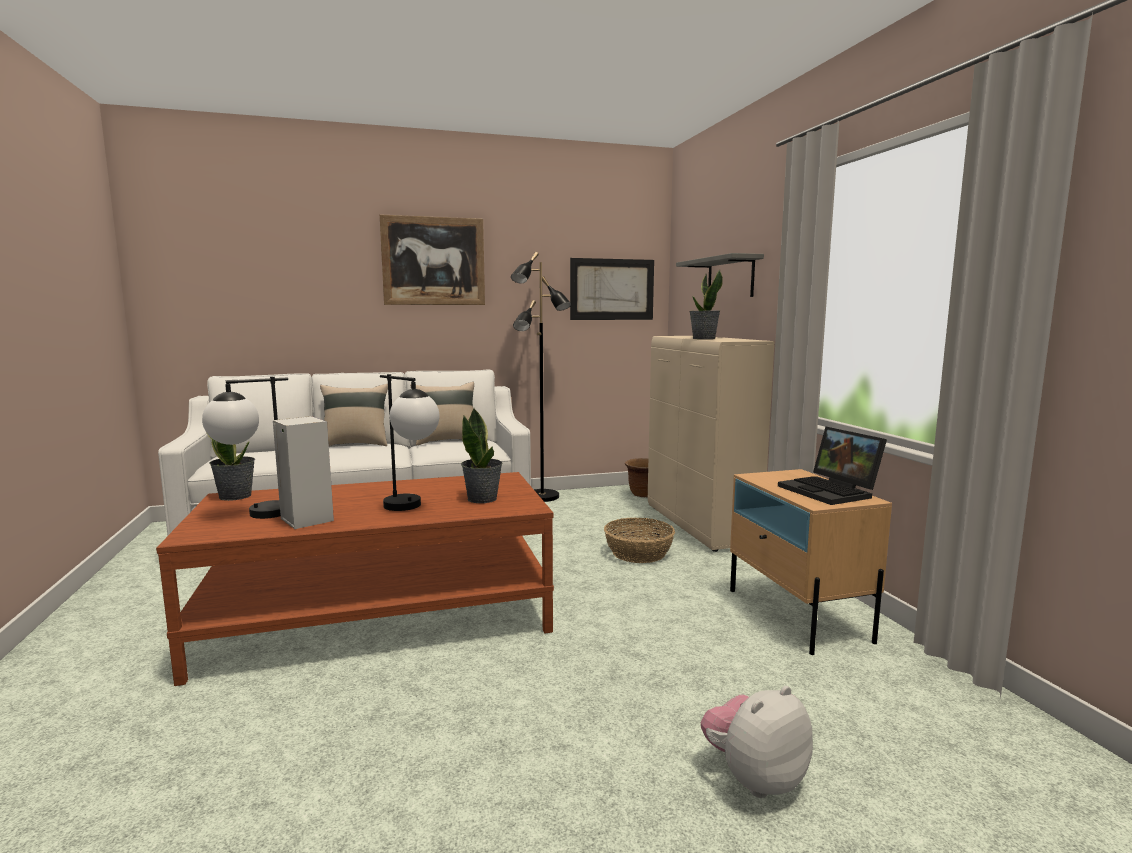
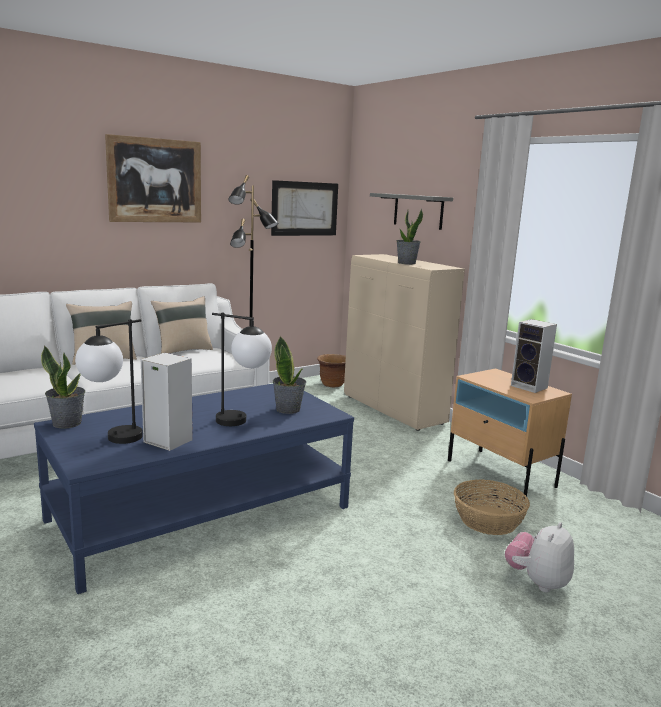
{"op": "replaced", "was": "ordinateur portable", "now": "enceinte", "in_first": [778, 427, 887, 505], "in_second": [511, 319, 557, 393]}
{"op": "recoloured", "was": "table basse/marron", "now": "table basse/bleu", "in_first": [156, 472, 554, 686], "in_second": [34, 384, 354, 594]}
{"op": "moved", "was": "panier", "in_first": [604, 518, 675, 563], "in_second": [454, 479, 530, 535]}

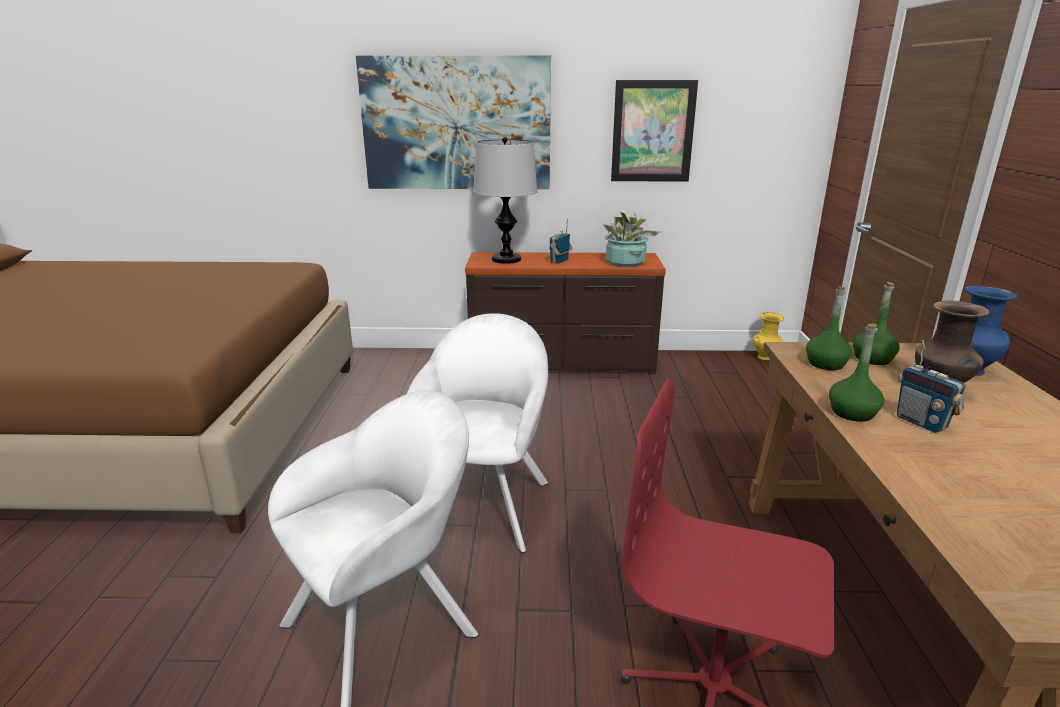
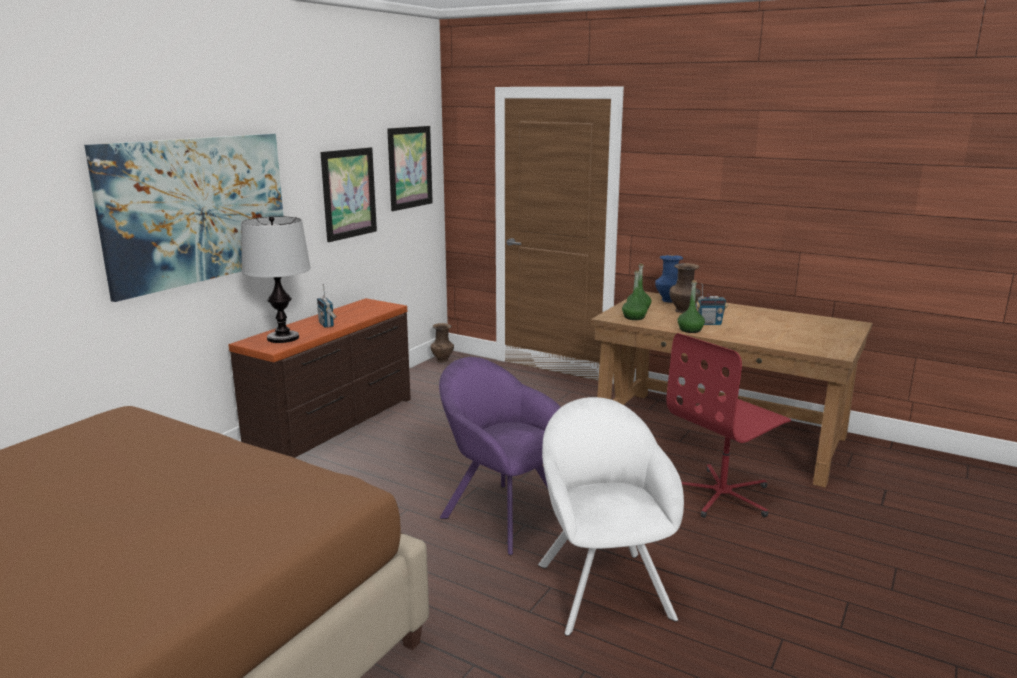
{"op": "removed", "was": "plante en pot", "in_first": [603, 212, 661, 267]}
{"op": "recoloured", "was": "vase/jaune", "now": "vase/marron", "in_first": [753, 312, 784, 360], "in_second": [430, 323, 454, 363]}
{"op": "recoloured", "was": "fauteuil/blanc", "now": "fauteuil/violet", "in_first": [407, 313, 548, 553], "in_second": [439, 357, 561, 555]}
{"op": "added", "now": "tableau", "in_second": [387, 126, 433, 211]}

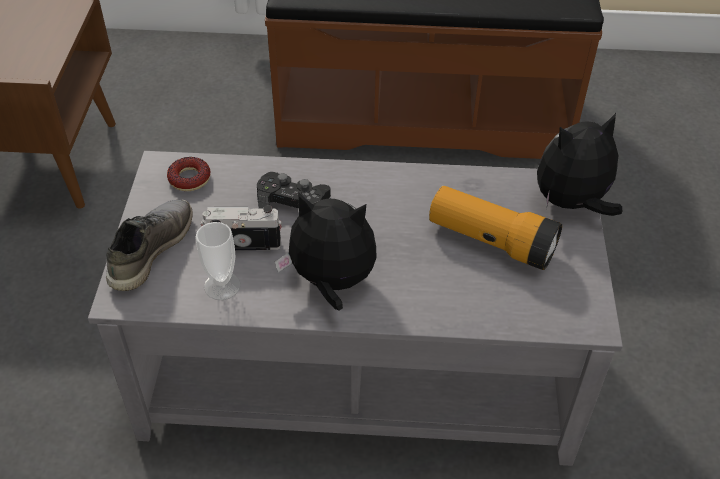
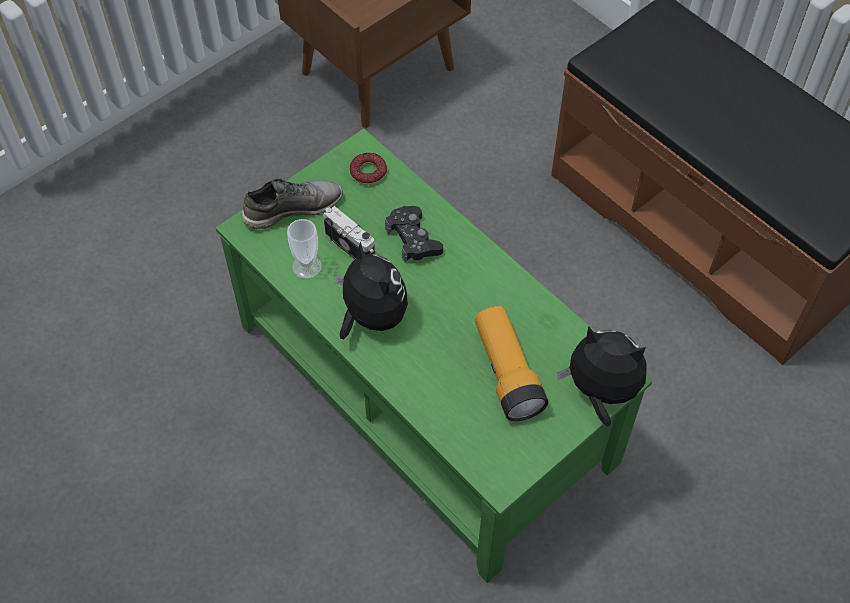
{"op": "recoloured", "was": "table basse/gris", "now": "table basse/vert", "in_first": [88, 151, 623, 466], "in_second": [216, 128, 652, 583]}

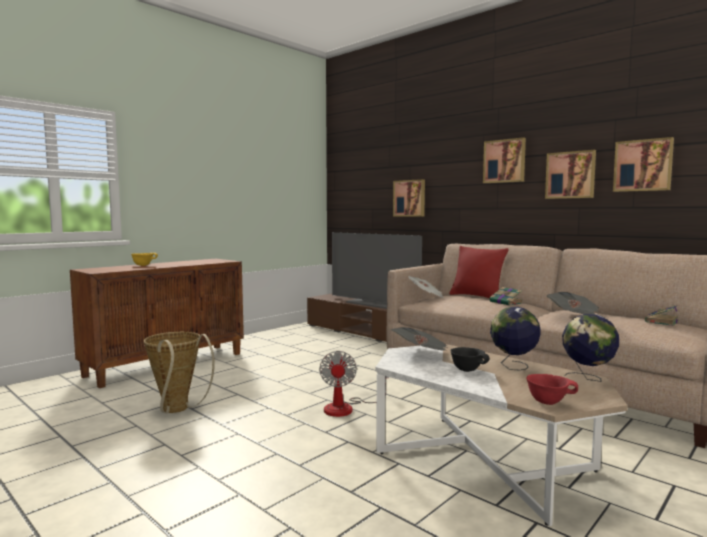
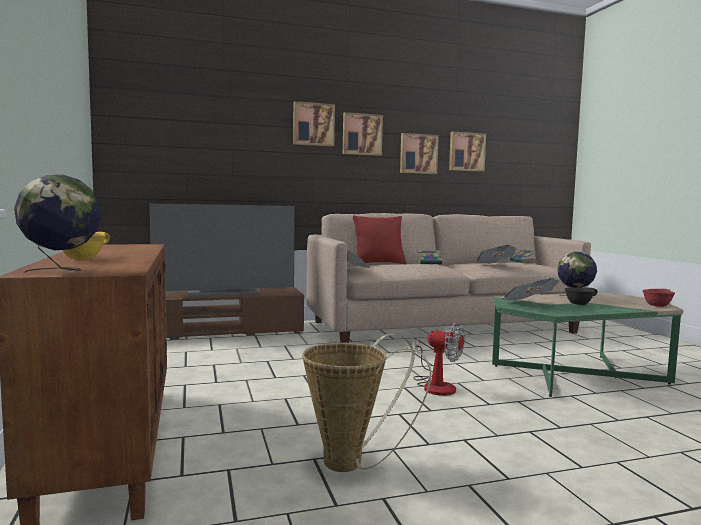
{"op": "moved", "was": "tableau", "in_first": [393, 179, 425, 217], "in_second": [293, 101, 335, 147]}
{"op": "moved", "was": "globe", "in_first": [562, 314, 619, 382], "in_second": [14, 175, 101, 273]}
{"op": "recoloured", "was": "table basse/blanc", "now": "table basse/vert", "in_first": [376, 344, 628, 526], "in_second": [492, 293, 684, 397]}

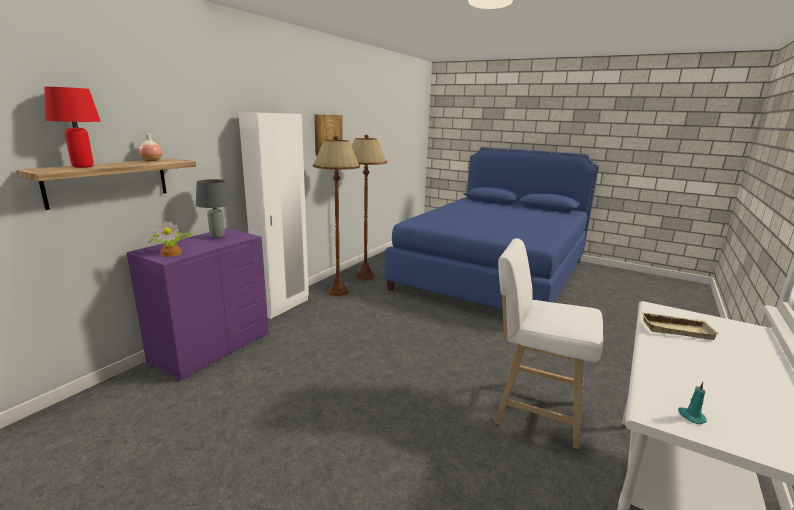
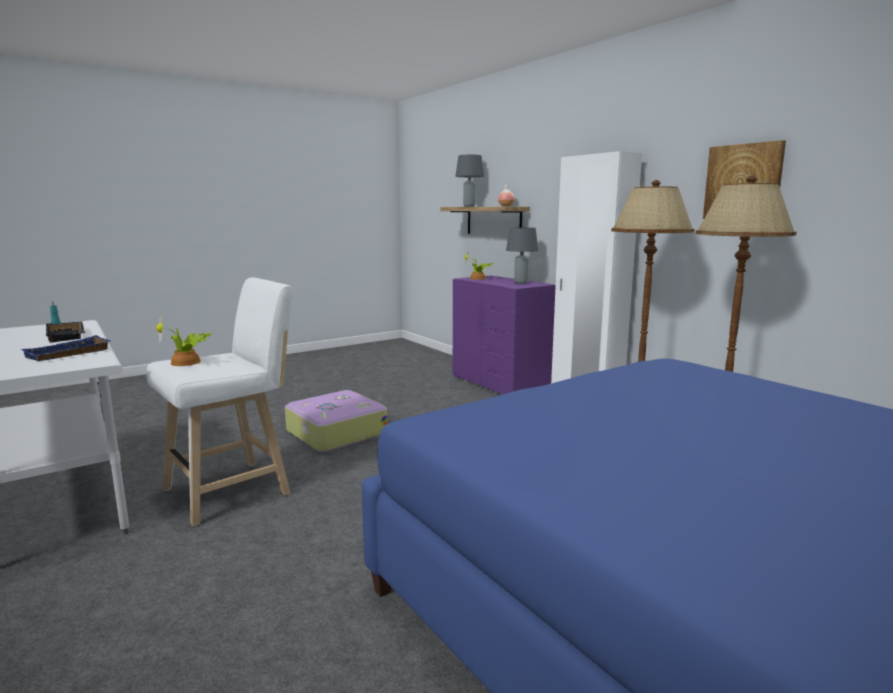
{"op": "recoloured", "was": "lampe de table/rouge", "now": "lampe de table/gris", "in_first": [44, 87, 101, 168], "in_second": [455, 155, 484, 207]}
{"op": "recoloured", "was": "plateau/beige", "now": "plateau/bleu", "in_first": [641, 312, 719, 340], "in_second": [21, 335, 111, 361]}
{"op": "added", "now": "plante en pot", "in_second": [156, 315, 212, 366]}
{"op": "added", "now": "plateau/noir", "in_second": [46, 321, 85, 343]}
{"op": "added", "now": "valise", "in_second": [285, 390, 387, 452]}

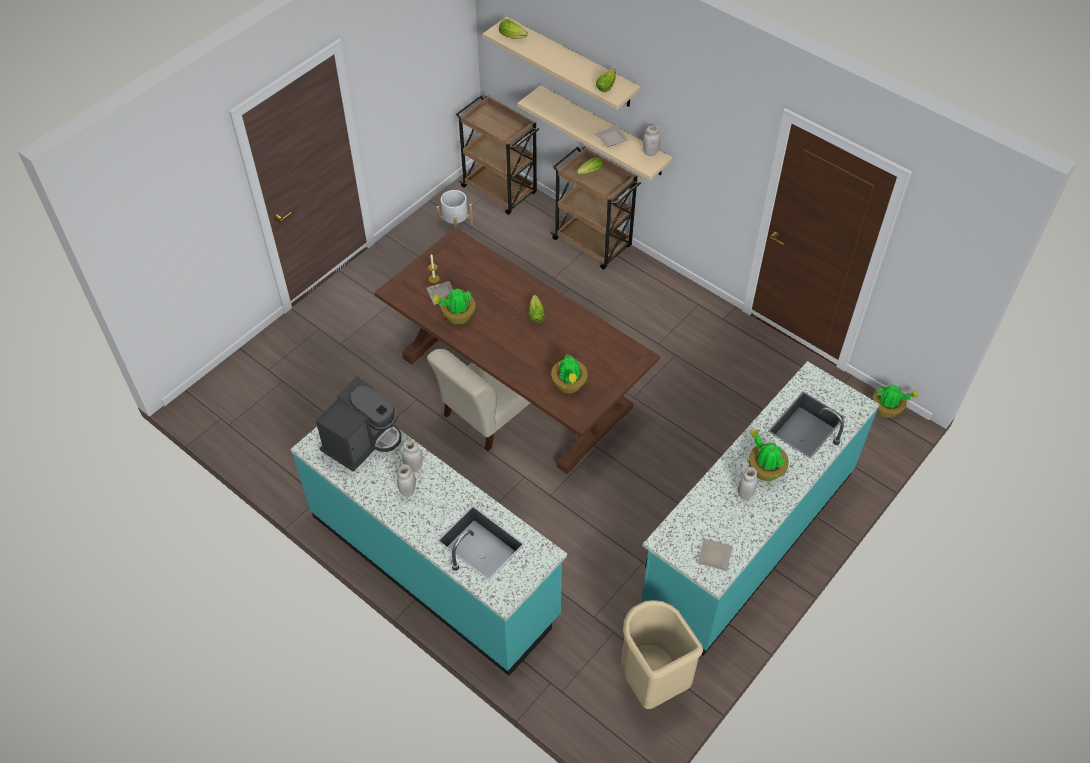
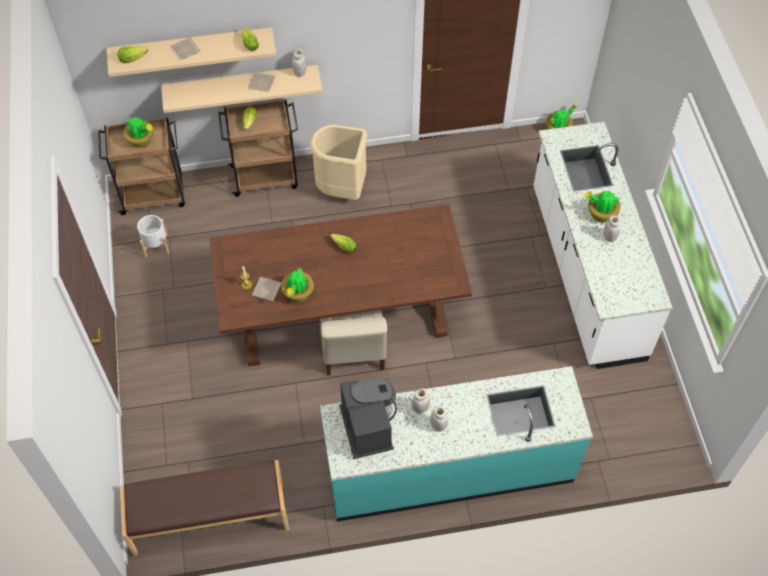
{"op": "moved", "was": "plante en pot", "in_first": [551, 354, 588, 393], "in_second": [123, 116, 154, 148]}
{"op": "recoloured", "was": "comptoir de cuisine/turquoise", "now": "comptoir de cuisine/blanc", "in_first": [641, 361, 880, 656], "in_second": [533, 122, 673, 369]}
{"op": "moved", "was": "assiette", "in_first": [698, 539, 733, 571], "in_second": [170, 37, 201, 60]}
{"op": "moved", "was": "poubelle/beige", "in_first": [621, 600, 703, 709], "in_second": [310, 125, 367, 200]}
{"op": "added", "now": "banc/marron", "in_second": [120, 460, 289, 556]}

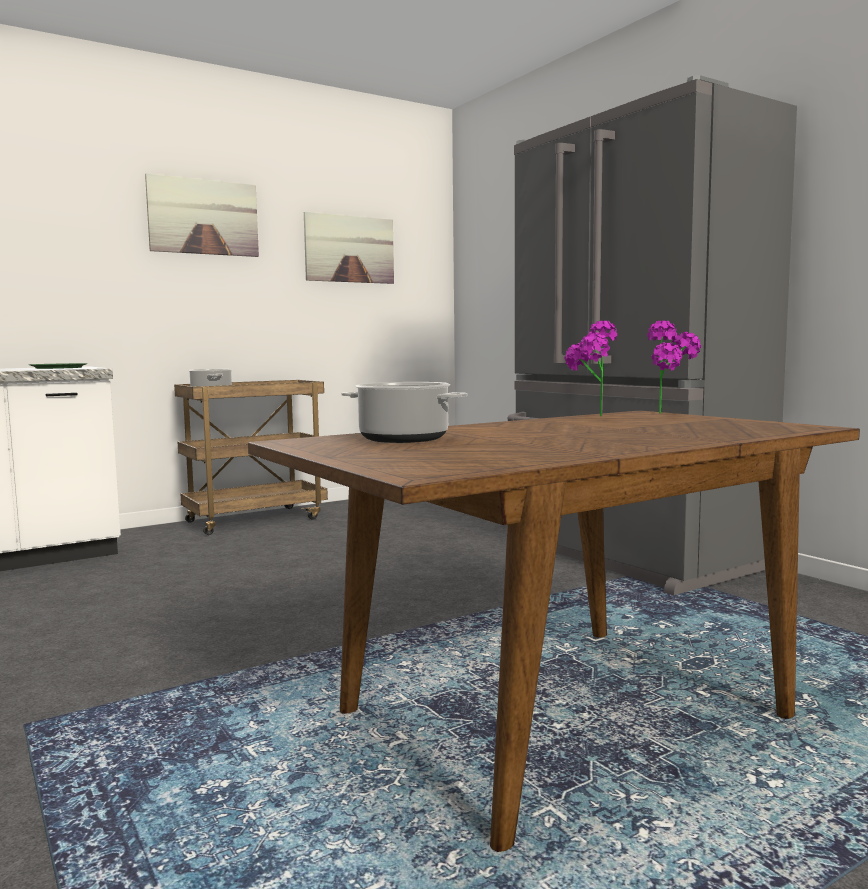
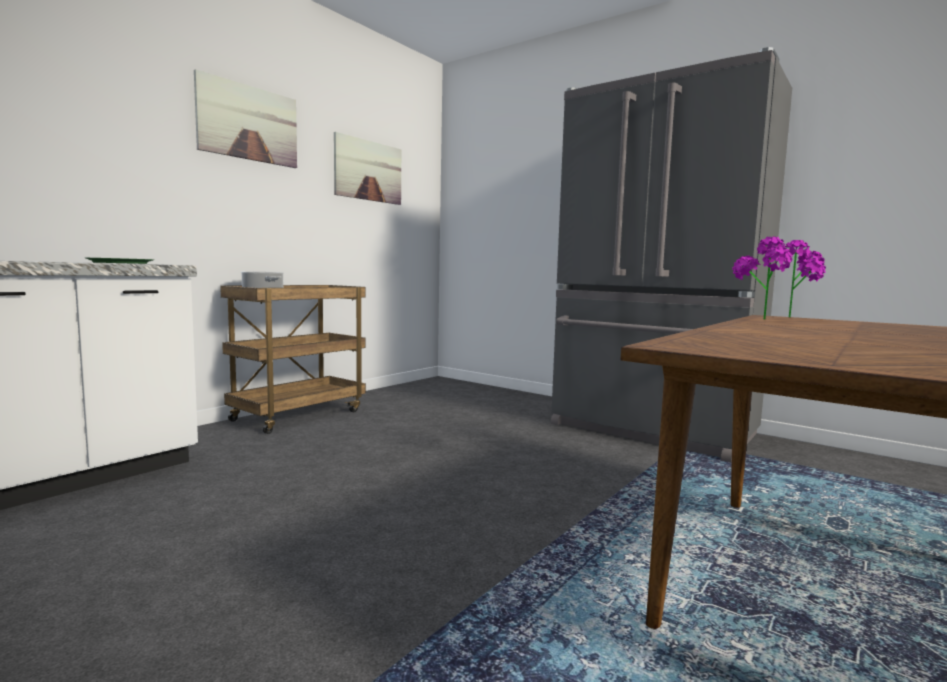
{"op": "removed", "was": "marmite", "in_first": [341, 382, 467, 443]}

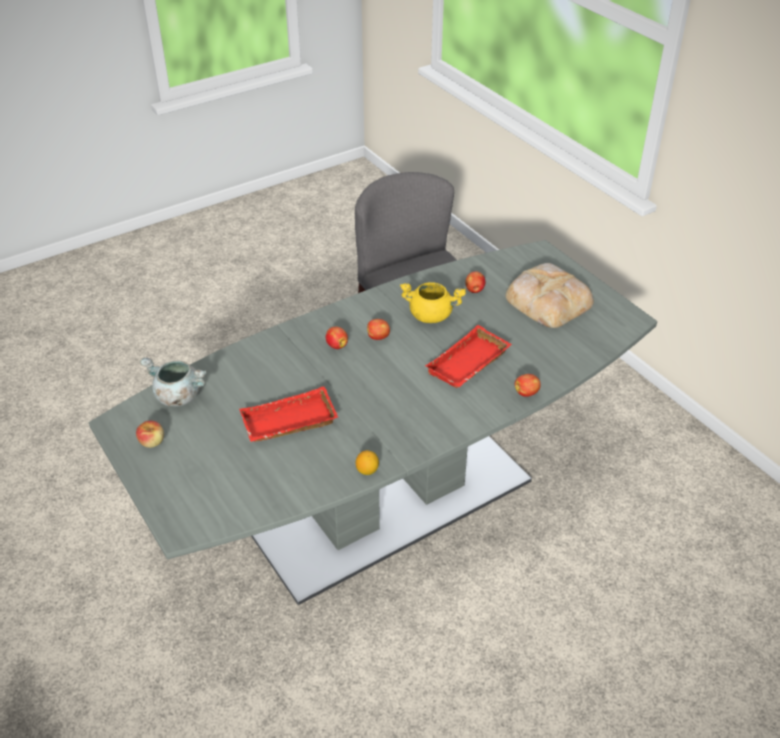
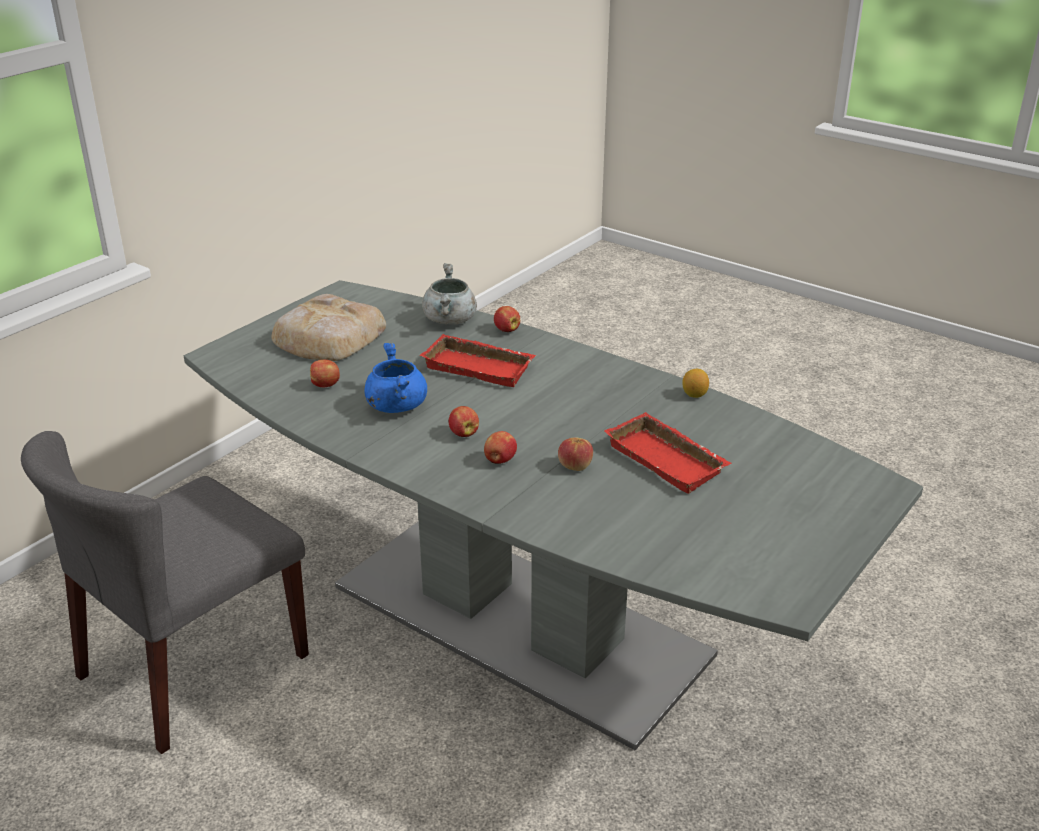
{"op": "recoloured", "was": "marmite/jaune", "now": "marmite/bleu", "in_first": [400, 282, 466, 323], "in_second": [364, 343, 427, 413]}
{"op": "moved", "was": "marmite/gris", "in_first": [140, 358, 207, 407], "in_second": [422, 263, 477, 324]}
{"op": "moved", "was": "pomme", "in_first": [136, 421, 164, 448], "in_second": [558, 437, 593, 471]}

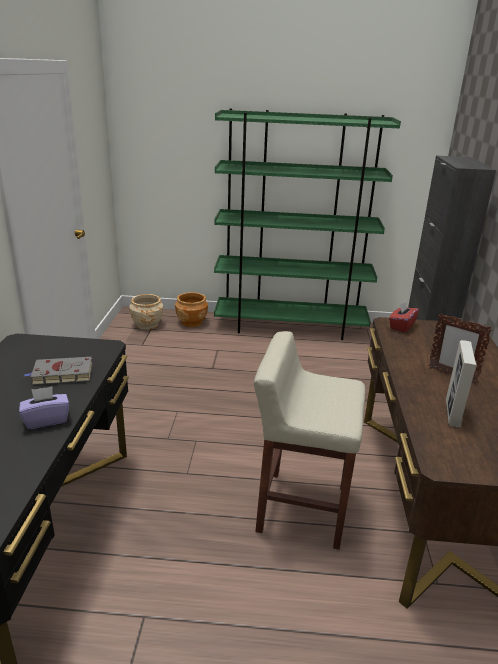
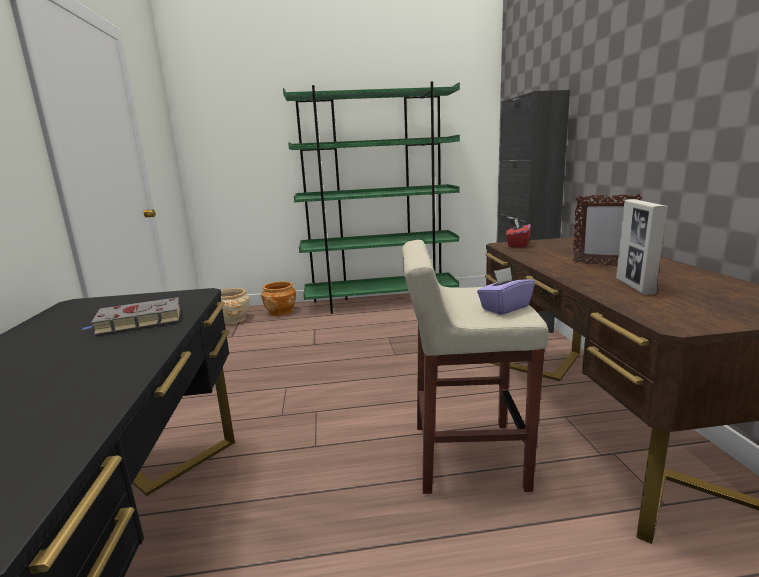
{"op": "moved", "was": "boîte à mouchoirs/violet", "in_first": [19, 387, 69, 429], "in_second": [477, 267, 535, 315]}

